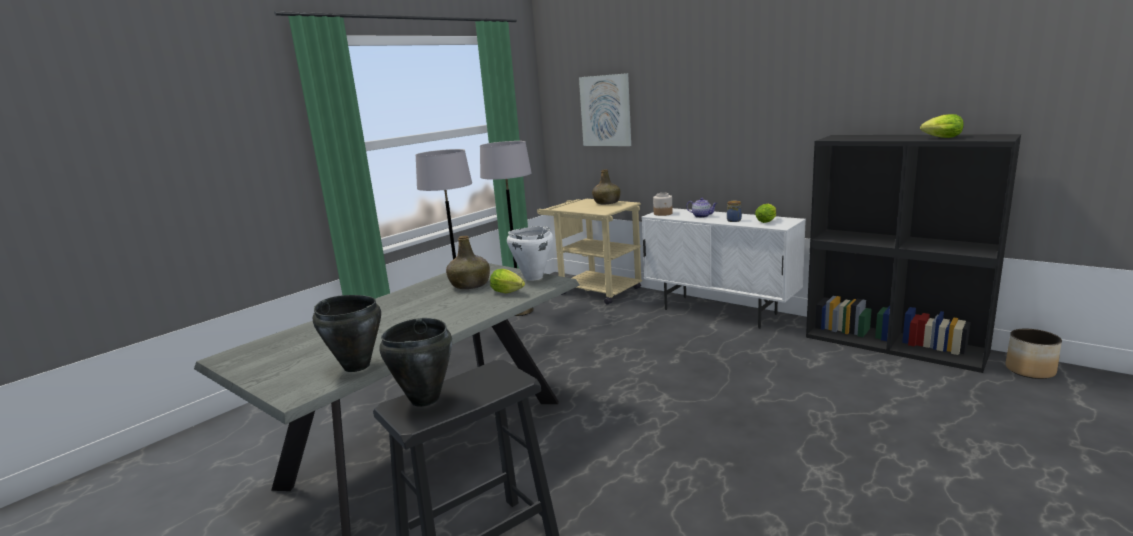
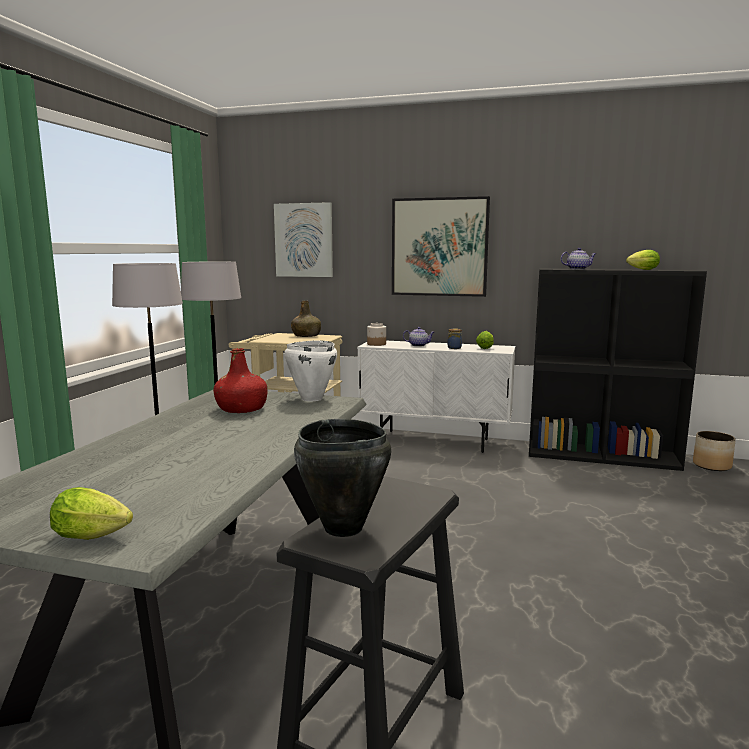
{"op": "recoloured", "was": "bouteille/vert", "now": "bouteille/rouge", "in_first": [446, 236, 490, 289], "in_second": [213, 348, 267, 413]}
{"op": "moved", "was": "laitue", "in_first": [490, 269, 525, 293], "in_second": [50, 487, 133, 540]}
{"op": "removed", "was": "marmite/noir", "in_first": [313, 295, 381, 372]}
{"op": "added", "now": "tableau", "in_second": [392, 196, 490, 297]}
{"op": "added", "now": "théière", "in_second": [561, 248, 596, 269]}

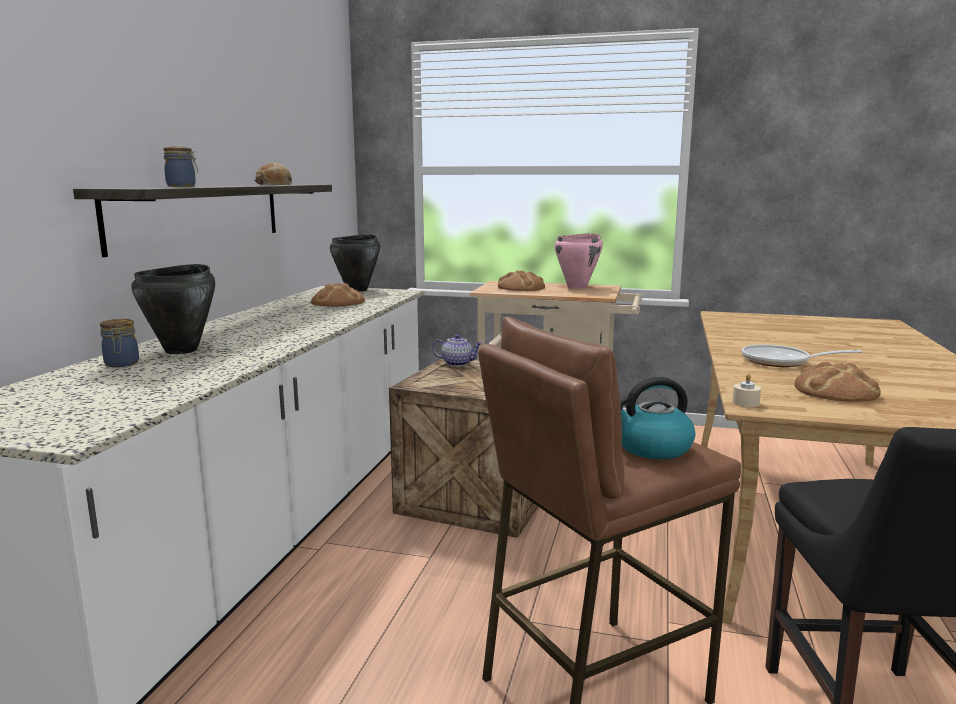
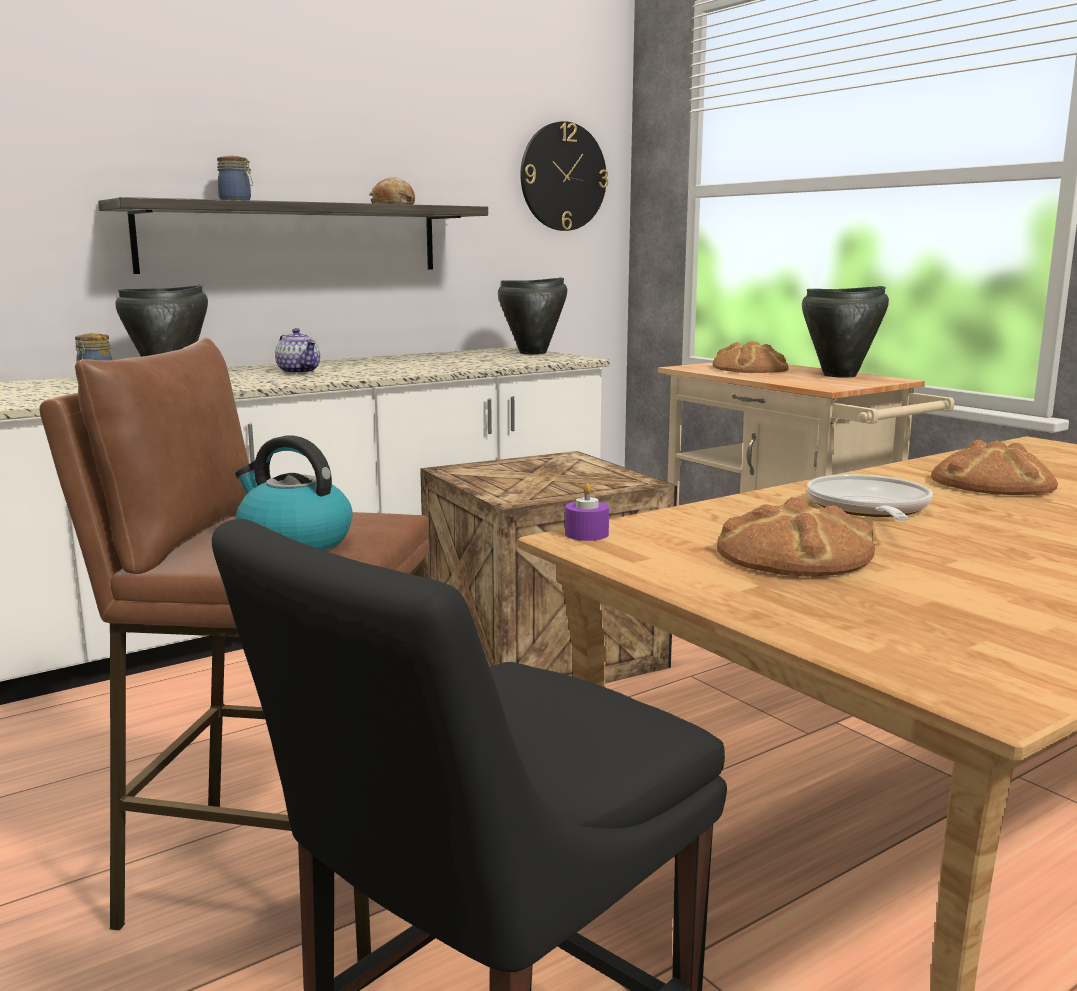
{"op": "recoloured", "was": "marmite/rose", "now": "marmite/noir", "in_first": [555, 233, 603, 288], "in_second": [802, 286, 889, 378]}
{"op": "moved", "was": "pain", "in_first": [311, 283, 365, 307], "in_second": [931, 440, 1058, 495]}
{"op": "moved", "was": "théière", "in_first": [432, 334, 483, 367], "in_second": [275, 328, 320, 374]}
{"op": "turned", "was": "poêle", "in_first": [742, 344, 862, 367], "in_second": [807, 474, 933, 521], "clockwise": 45}
{"op": "recoloured", "was": "bougie/beige", "now": "bougie/violet", "in_first": [732, 374, 761, 407], "in_second": [565, 483, 609, 541]}
{"op": "added", "now": "horloge murale", "in_second": [520, 121, 608, 231]}

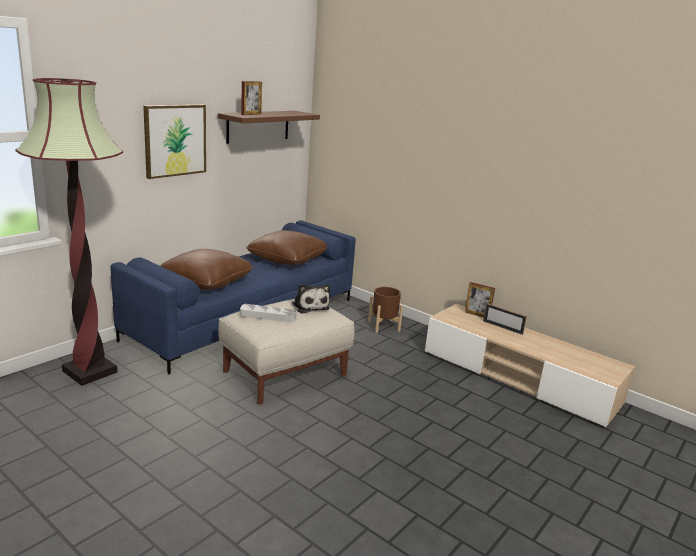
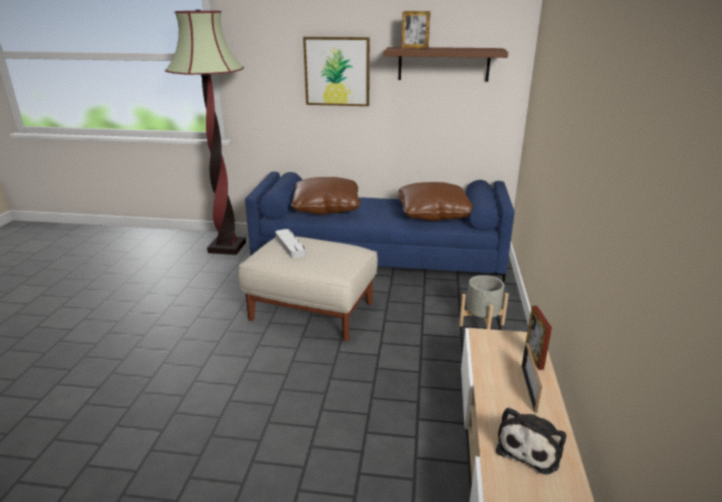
{"op": "moved", "was": "peluche", "in_first": [291, 284, 330, 313], "in_second": [496, 407, 566, 475]}
{"op": "recoloured", "was": "cache-pot/marron", "now": "cache-pot/gris", "in_first": [368, 287, 403, 333], "in_second": [459, 275, 509, 329]}

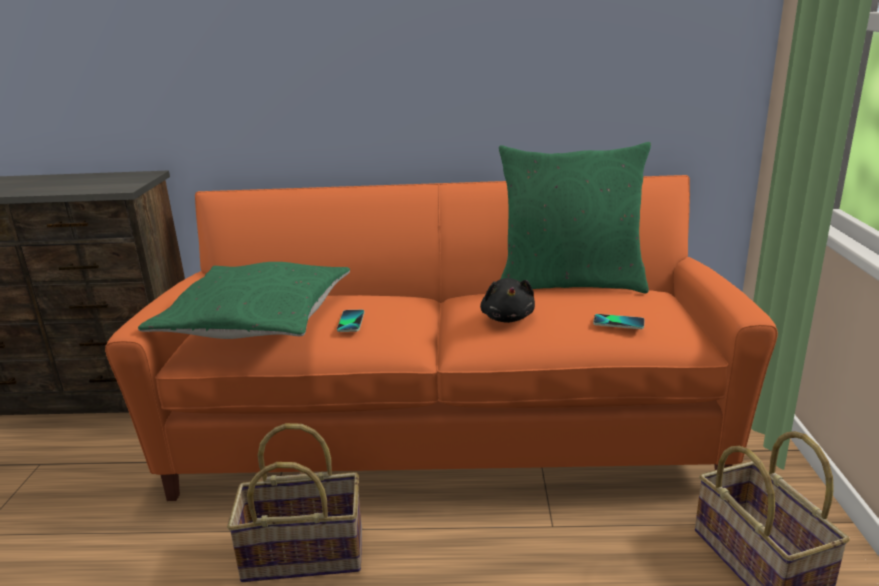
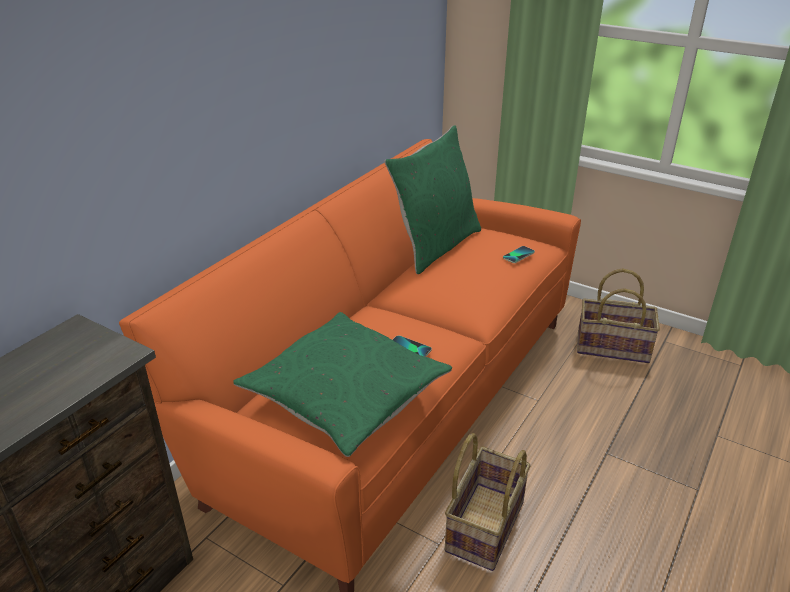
{"op": "removed", "was": "peluche/noir", "in_first": [480, 278, 535, 323]}

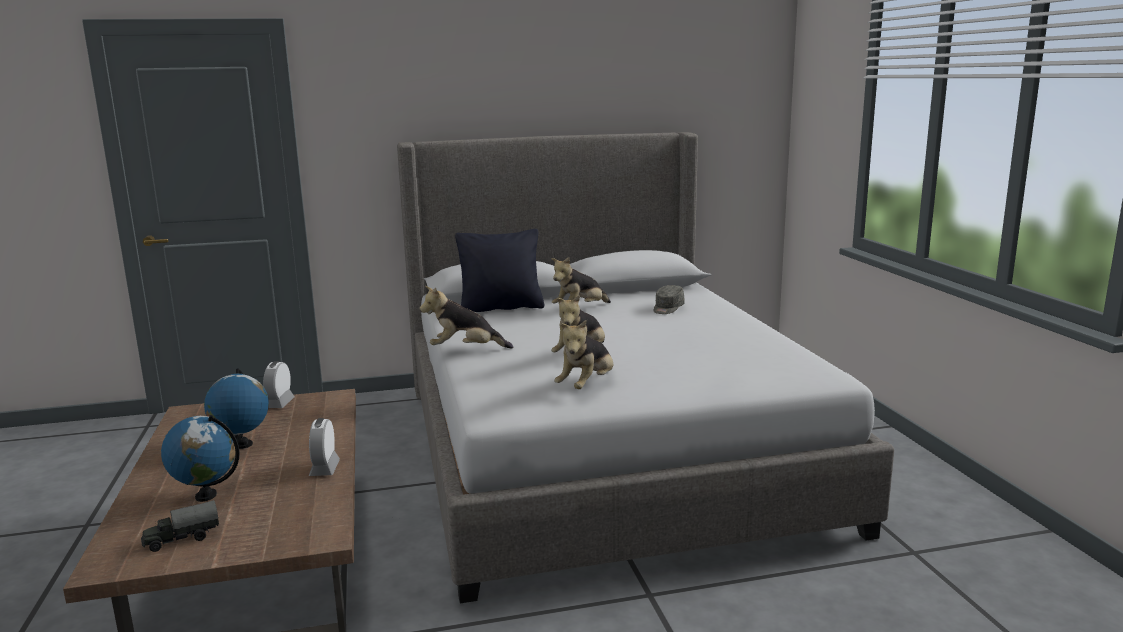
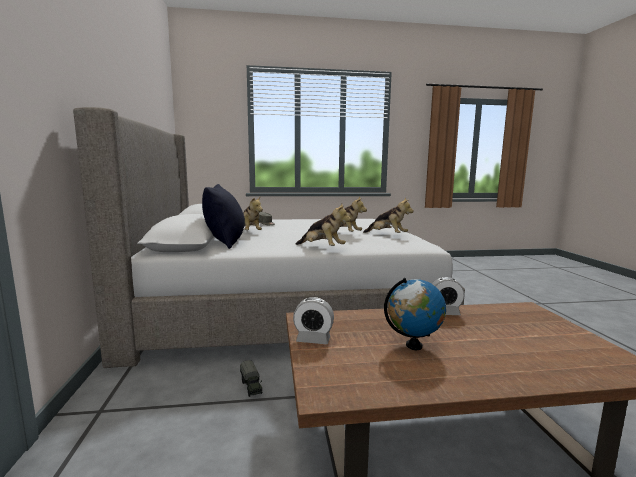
{"op": "turned", "was": "peluche", "in_first": [419, 286, 514, 349], "in_second": [296, 204, 351, 246], "clockwise": -60}
{"op": "removed", "was": "globe", "in_first": [161, 415, 240, 502]}
{"op": "moved", "was": "camion jouet", "in_first": [141, 500, 219, 552], "in_second": [240, 360, 263, 397]}

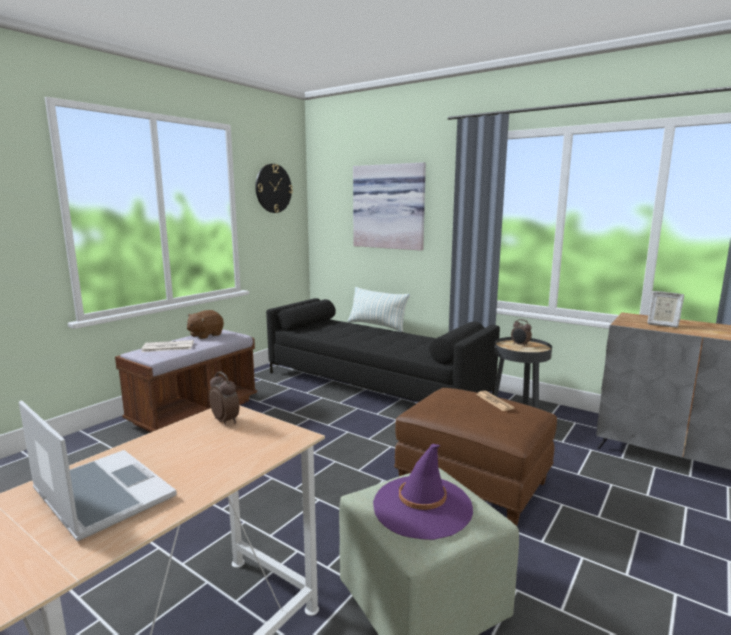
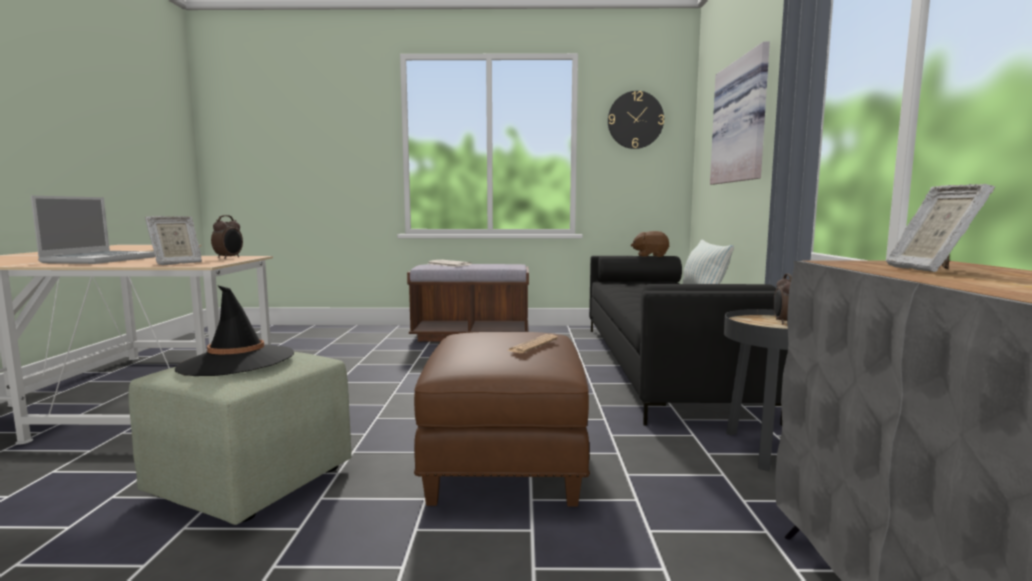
{"op": "moved", "was": "peluche/marron", "in_first": [187, 310, 224, 339], "in_second": [631, 231, 670, 257]}
{"op": "recoloured", "was": "chapeau/violet", "now": "chapeau/noir", "in_first": [373, 444, 473, 540], "in_second": [175, 285, 294, 376]}
{"op": "added", "now": "cadre photo", "in_second": [145, 216, 202, 265]}

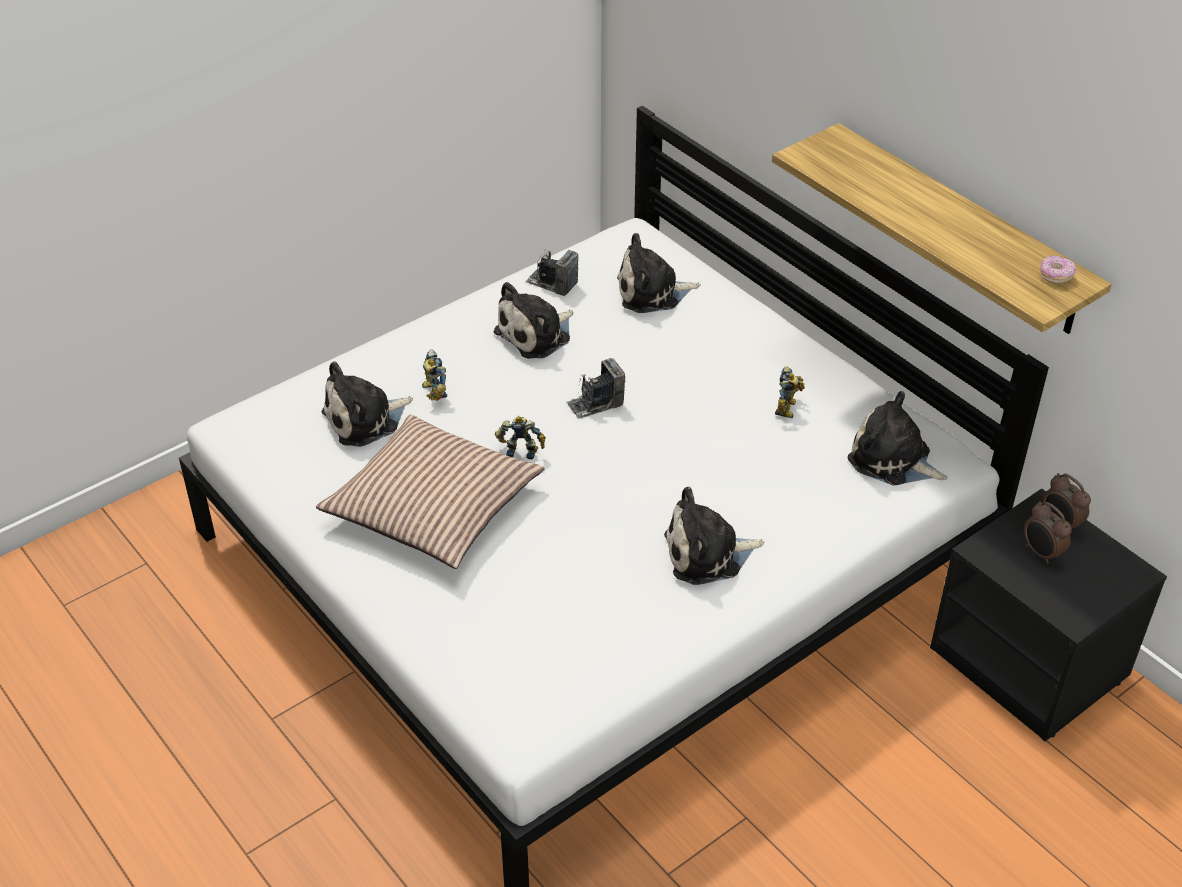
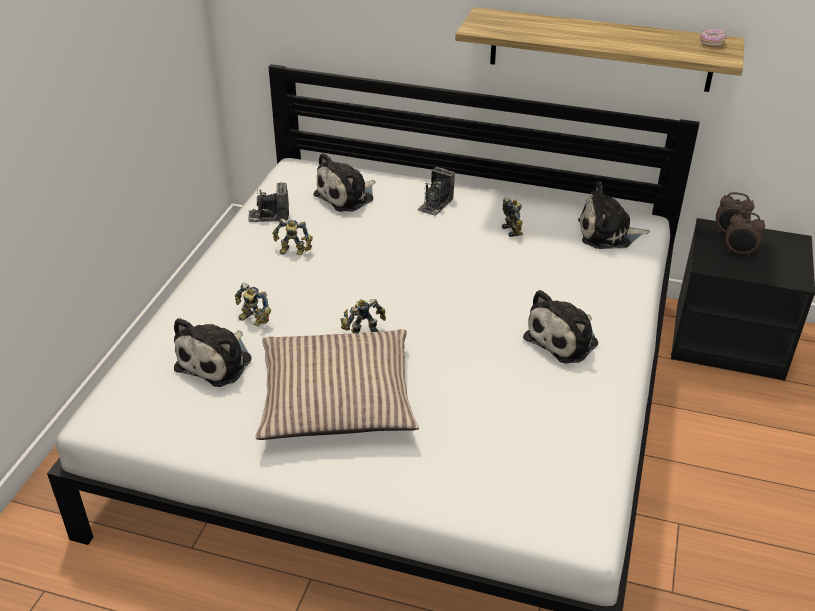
{"op": "replaced", "was": "peluche", "now": "robot jouet", "in_first": [494, 282, 573, 359], "in_second": [272, 218, 313, 255]}
{"op": "moved", "was": "appareil photo", "in_first": [566, 358, 625, 419], "in_second": [417, 167, 455, 216]}

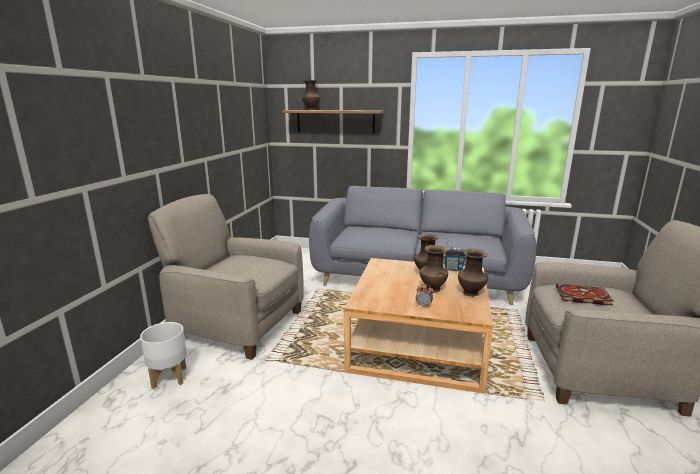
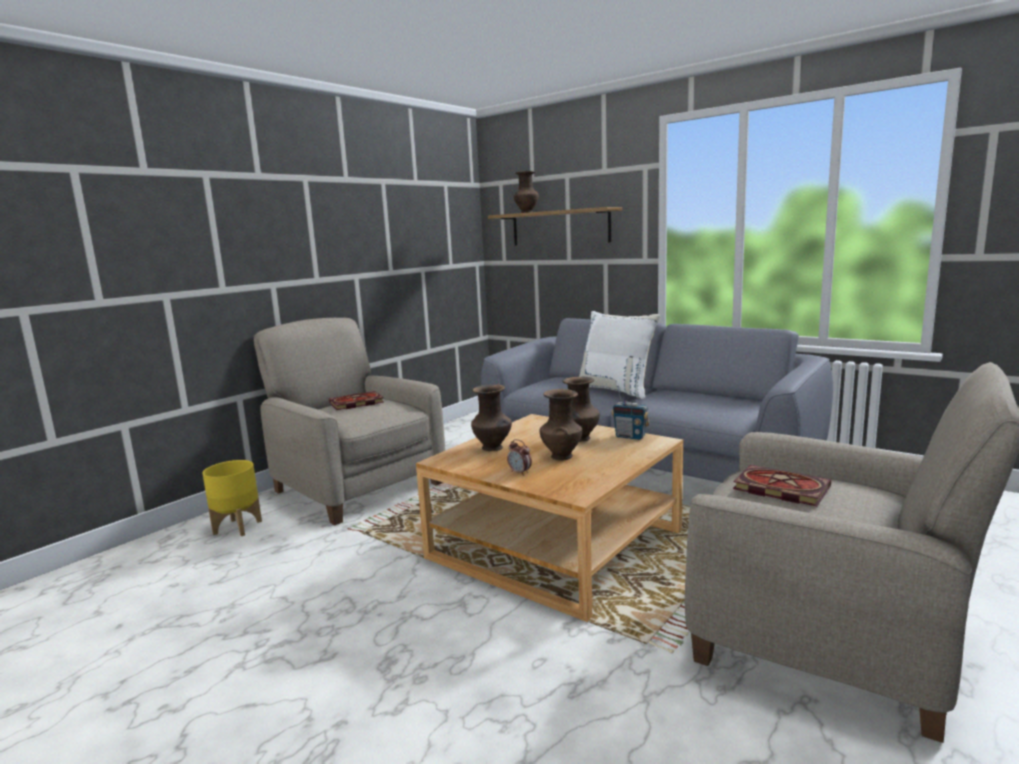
{"op": "moved", "was": "vase/marron", "in_first": [458, 249, 488, 297], "in_second": [471, 384, 512, 451]}
{"op": "recoloured", "was": "cache-pot/blanc", "now": "cache-pot/jaune", "in_first": [140, 322, 187, 389], "in_second": [202, 460, 262, 536]}
{"op": "added", "now": "coussin/blanc", "in_second": [579, 311, 660, 399]}
{"op": "added", "now": "livre", "in_second": [329, 391, 384, 410]}

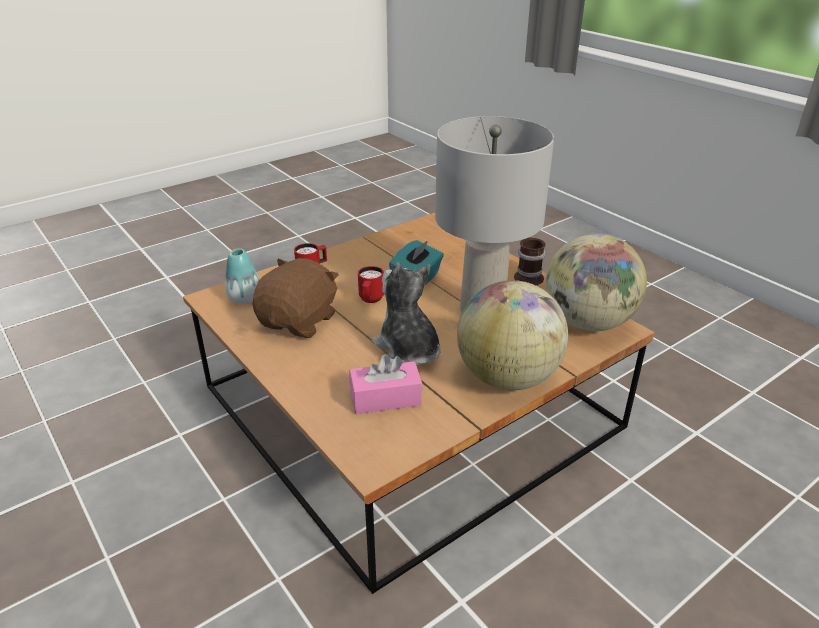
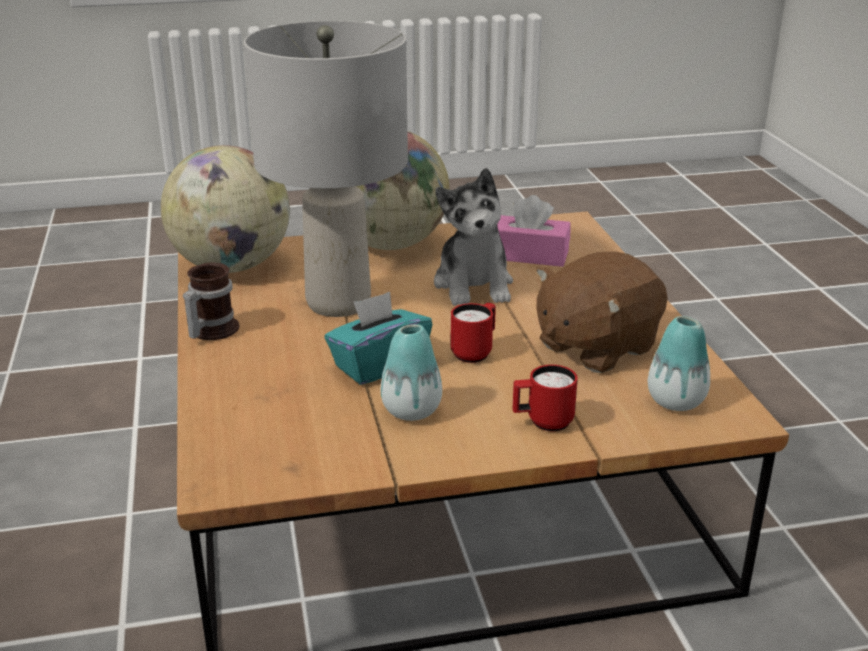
{"op": "added", "now": "vase", "in_second": [381, 324, 442, 421]}

